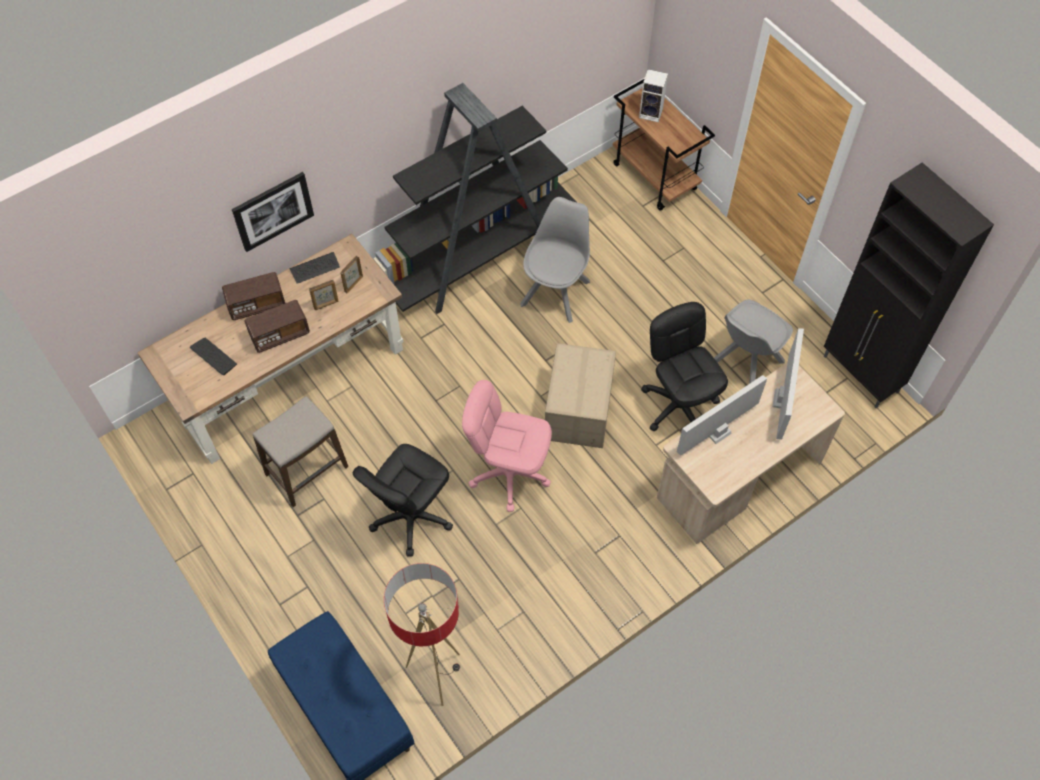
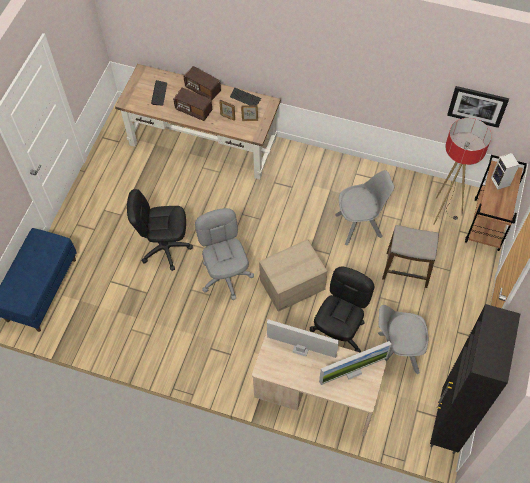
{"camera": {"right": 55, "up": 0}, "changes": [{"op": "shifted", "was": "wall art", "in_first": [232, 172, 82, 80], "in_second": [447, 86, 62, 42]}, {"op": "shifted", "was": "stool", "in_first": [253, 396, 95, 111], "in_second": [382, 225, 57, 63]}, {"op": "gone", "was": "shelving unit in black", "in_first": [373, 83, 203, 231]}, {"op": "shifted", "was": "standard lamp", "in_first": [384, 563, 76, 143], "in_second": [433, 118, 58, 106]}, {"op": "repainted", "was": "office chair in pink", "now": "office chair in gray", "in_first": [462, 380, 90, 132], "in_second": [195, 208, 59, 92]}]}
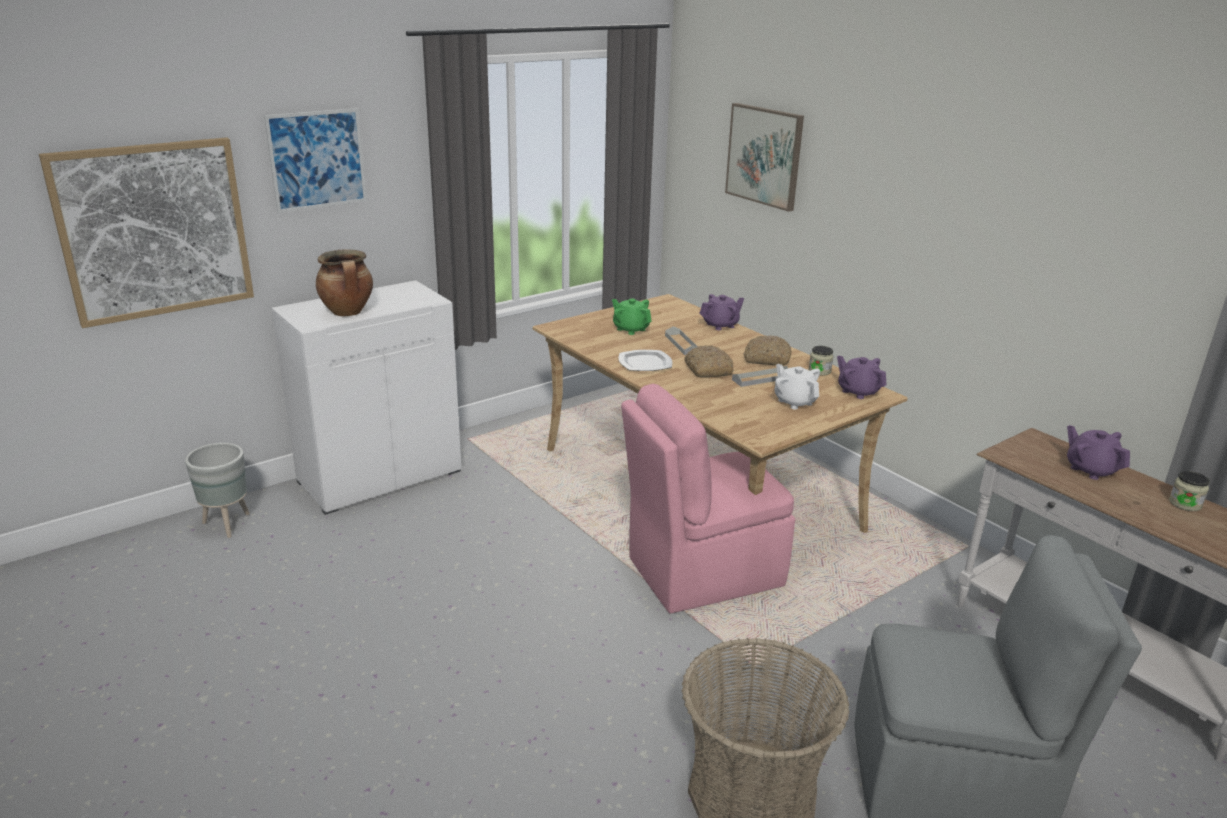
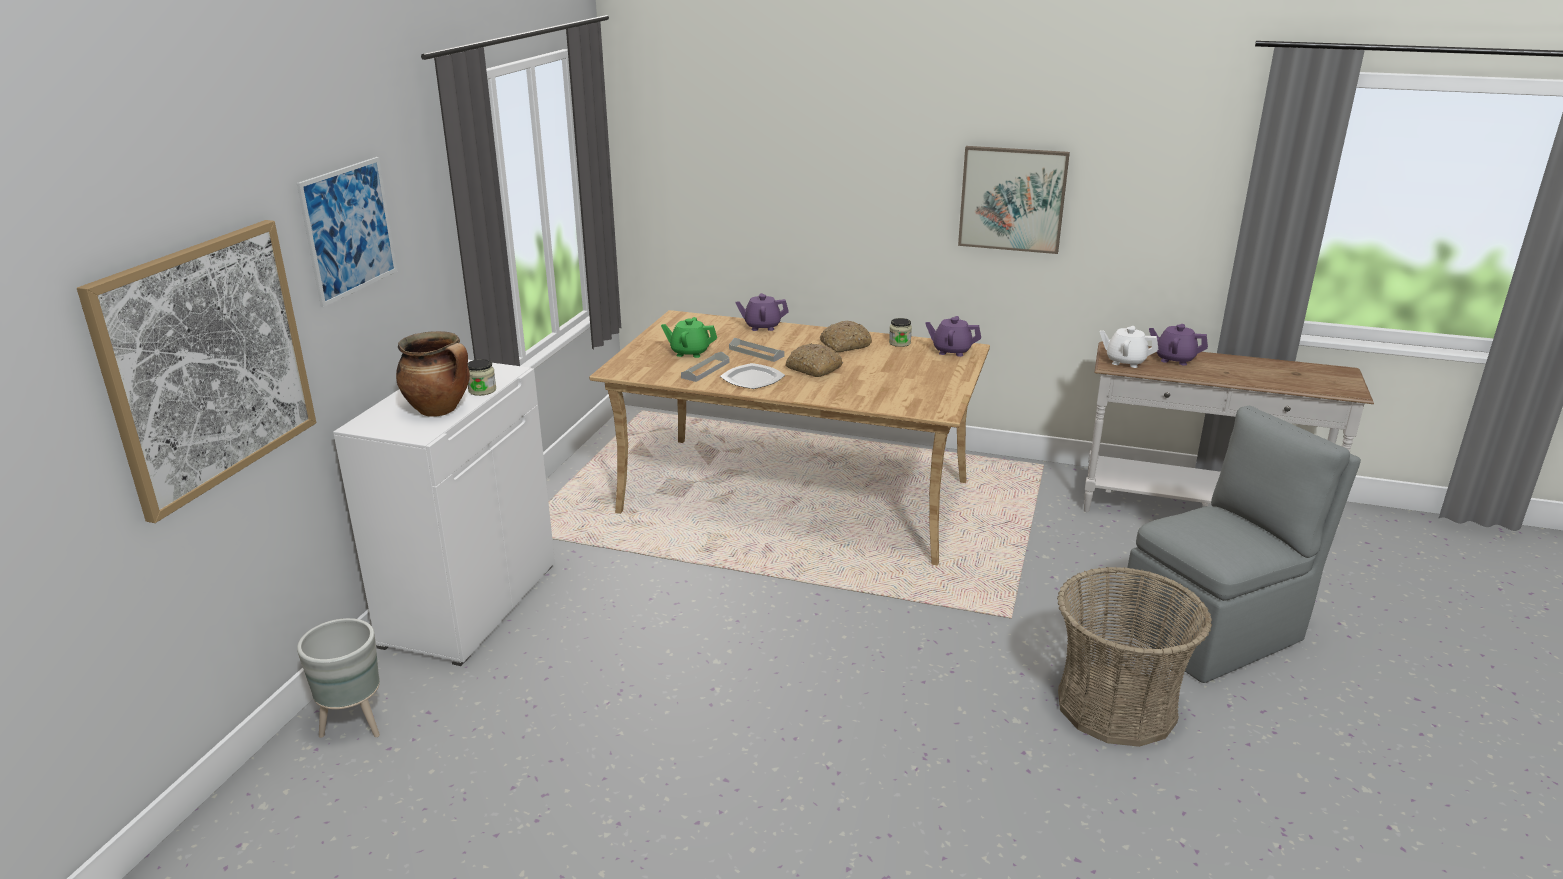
{"camera": {"right": -35, "up": 0}, "changes": [{"op": "gone", "was": "chair in pink", "in_first": [621, 384, 174, 230]}, {"op": "rotated", "was": "teapot in purple-coloured", "in_first": [699, 294, 45, 36], "in_second": [736, 293, 53, 38], "clockwise": -120}, {"op": "shifted", "was": "wall art", "in_first": [725, 103, 79, 109], "in_second": [958, 146, 112, 108]}, {"op": "shifted", "was": "carrying tray in gray", "in_first": [732, 366, 56, 21], "in_second": [681, 352, 48, 30]}, {"op": "shifted", "was": "teapot in white", "in_first": [774, 364, 46, 45], "in_second": [1100, 326, 58, 42]}, {"op": "shifted", "was": "preserve jar", "in_first": [1169, 471, 41, 40], "in_second": [468, 359, 28, 37]}]}
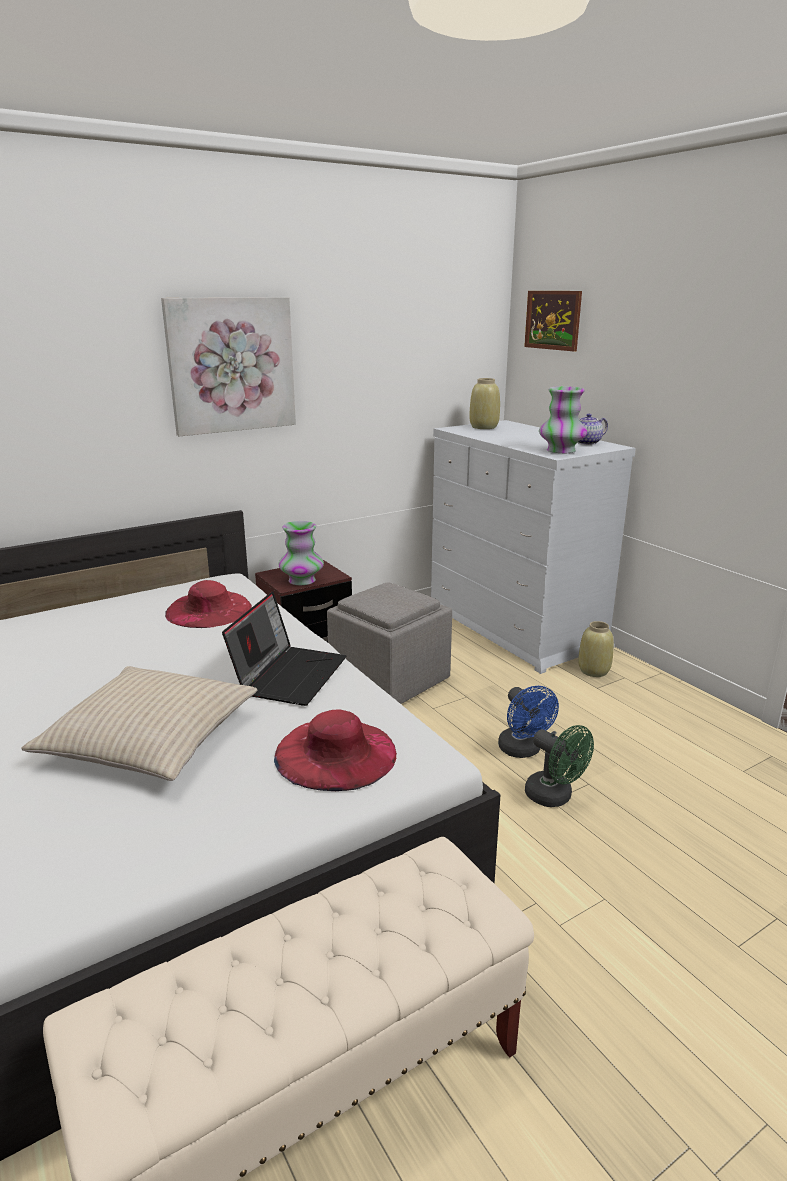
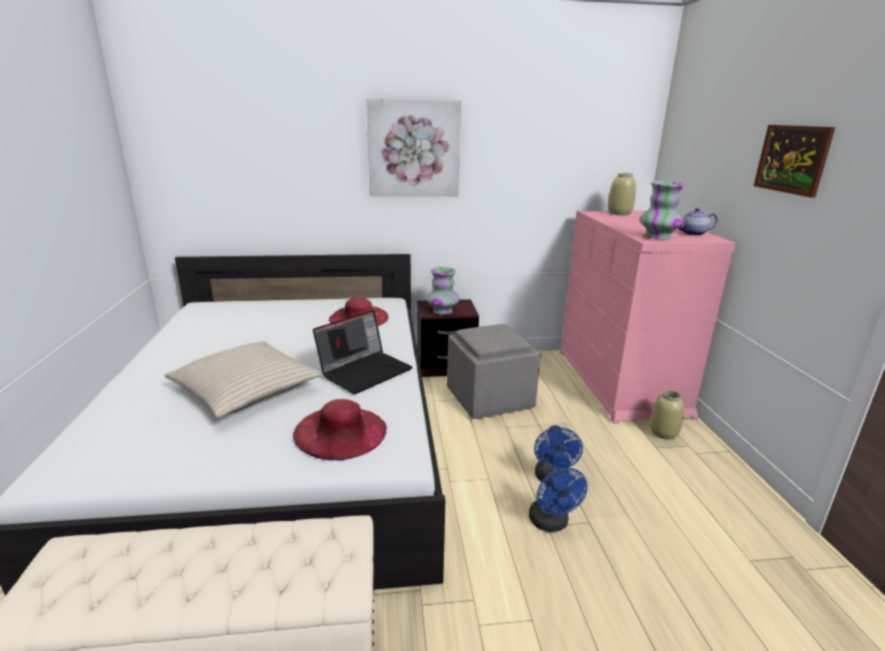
{"camera": {"right": 25, "up": 0}, "changes": [{"op": "repainted", "was": "drawer chest in white", "now": "drawer chest in pink", "in_first": [431, 420, 205, 254], "in_second": [559, 211, 177, 213]}, {"op": "shifted", "was": "wall art", "in_first": [524, 291, 58, 61], "in_second": [754, 125, 81, 73]}, {"op": "repainted", "was": "cooling fan in green", "now": "cooling fan in bluish", "in_first": [525, 725, 69, 82], "in_second": [529, 464, 58, 68]}]}
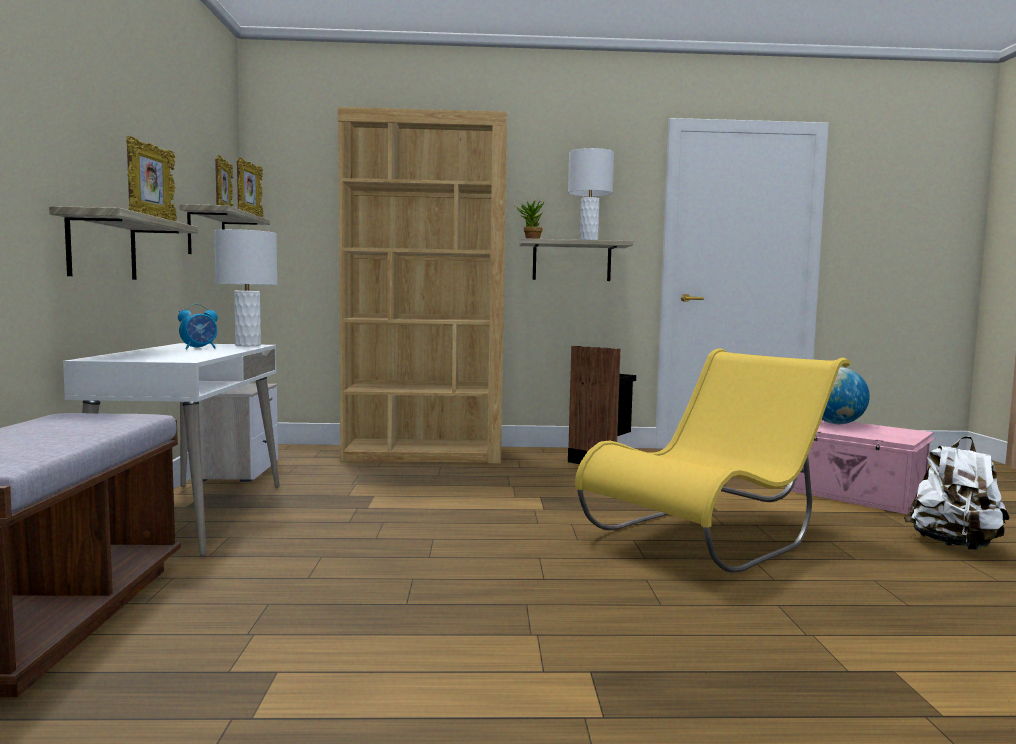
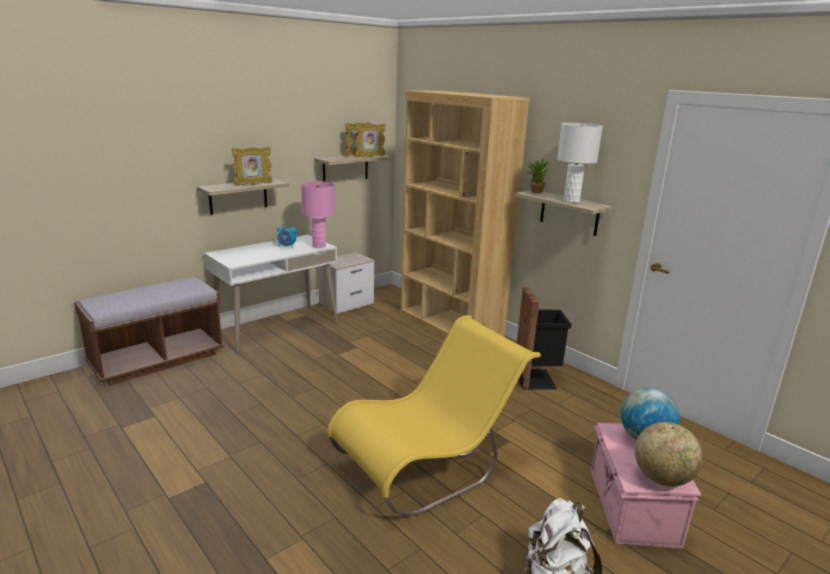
{"camera": {"right": 50, "up": 15}, "changes": [{"op": "repainted", "was": "tabletop lamp in white", "now": "tabletop lamp in pink", "in_first": [214, 229, 63, 117], "in_second": [301, 181, 34, 67]}, {"op": "rotated", "was": "chair in yellow", "in_first": [575, 348, 275, 225], "in_second": [327, 315, 214, 201], "clockwise": -45}, {"op": "new", "now": "desk globe", "in_second": [635, 422, 67, 65]}]}
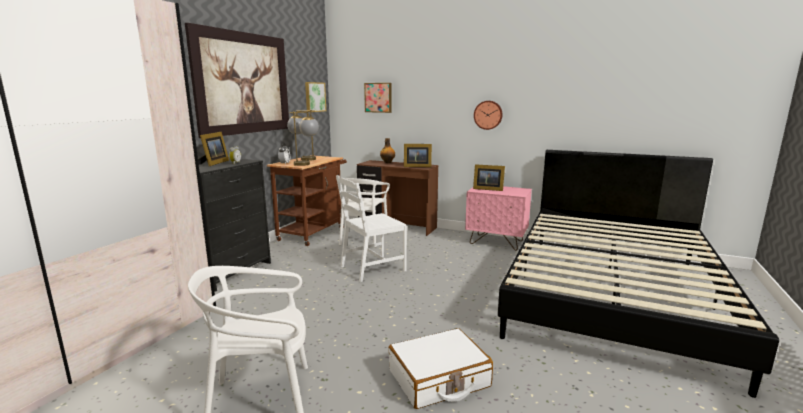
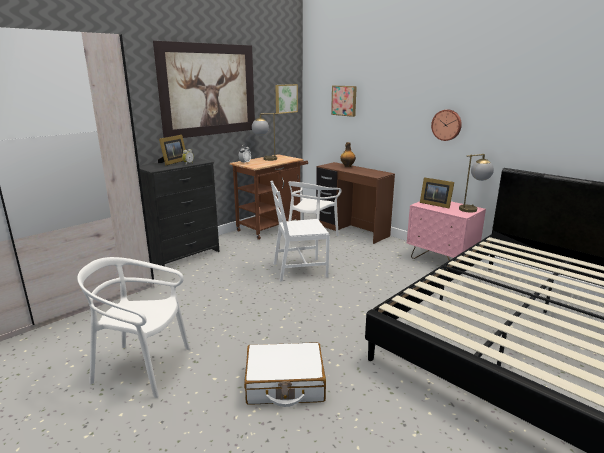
{"camera": {"right": 20, "up": 5}, "changes": [{"op": "shifted", "was": "tabletop lamp", "in_first": [289, 111, 30, 55], "in_second": [459, 154, 35, 59]}, {"op": "gone", "was": "photo frame", "in_first": [404, 144, 28, 23]}]}
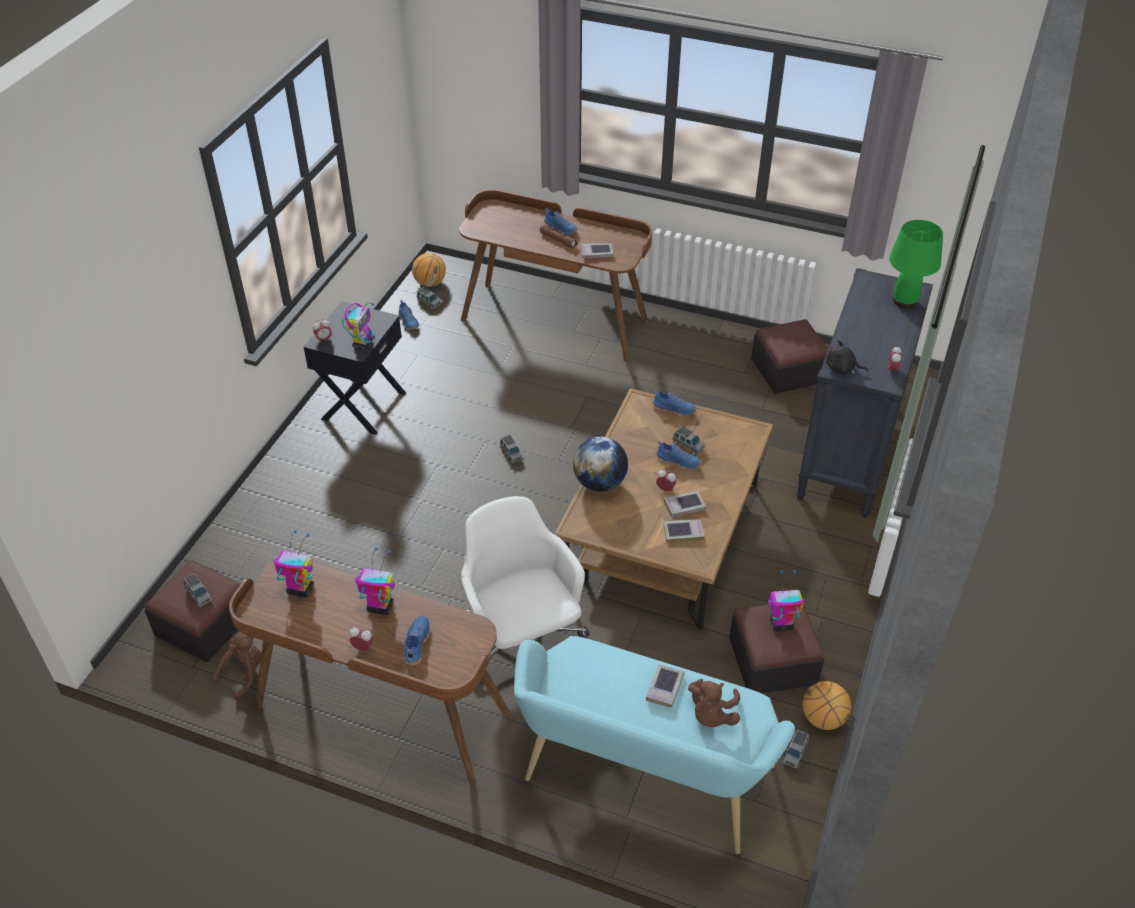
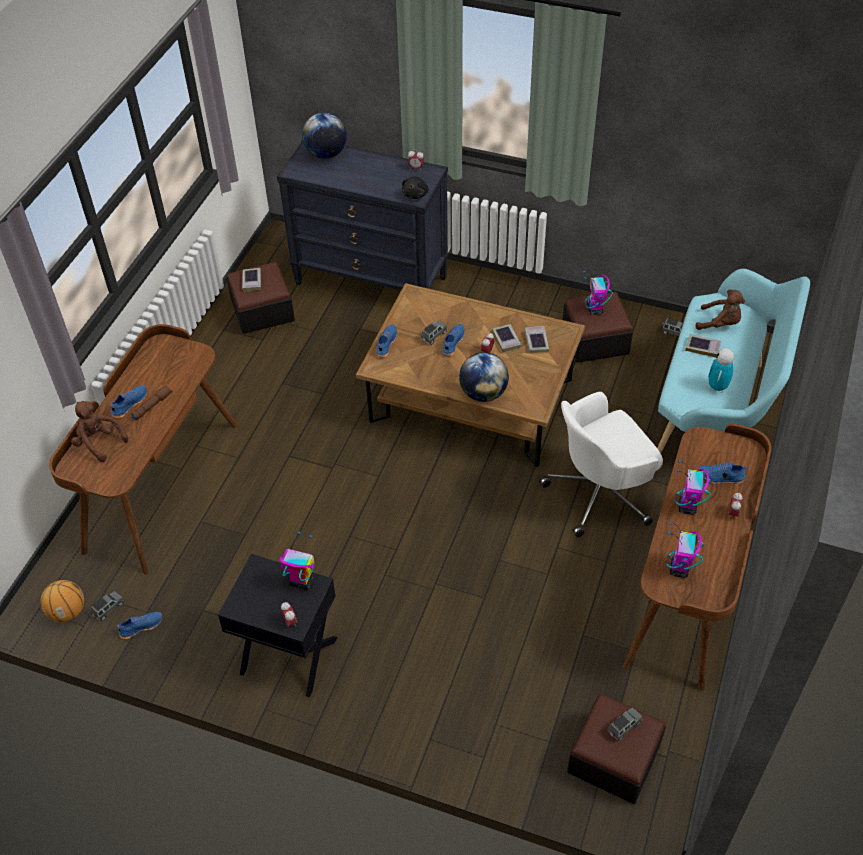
{"camera": {"right": -90, "up": 5}, "changes": [{"op": "shifted", "was": "cuddly toy in brownish", "in_first": [212, 632, 50, 68], "in_second": [71, 401, 57, 61]}, {"op": "gone", "was": "model car in gray", "in_first": [500, 435, 23, 29]}, {"op": "shifted", "was": "volume", "in_first": [581, 243, 32, 15], "in_second": [242, 268, 19, 24]}, {"op": "gone", "was": "basketball", "in_first": [802, 681, 49, 49]}, {"op": "swapped", "was": "tabletop lamp in green", "now": "desk globe", "in_first": [889, 220, 54, 88], "in_second": [302, 112, 45, 47]}, {"op": "new", "now": "model robot", "in_second": [708, 348, 26, 45]}]}
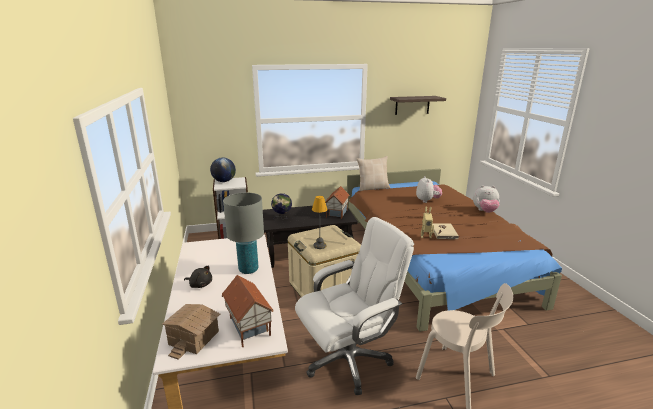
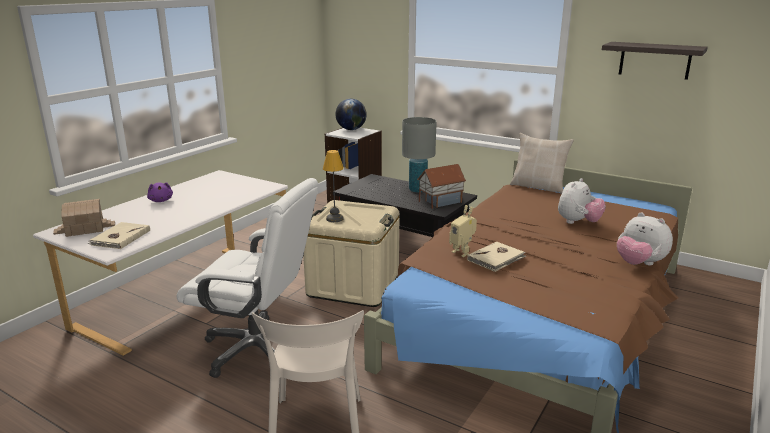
{"camera": {"right": 45, "up": 0}, "changes": [{"op": "repainted", "was": "cuddly toy in black", "now": "cuddly toy in purple-coloured", "in_first": [184, 266, 28, 22], "in_second": [147, 182, 26, 20]}, {"op": "swapped", "was": "model house", "now": "volume in sand-coloured", "in_first": [222, 275, 52, 72], "in_second": [88, 222, 62, 27]}, {"op": "shifted", "was": "tabletop lamp in gray", "in_first": [223, 192, 41, 82], "in_second": [402, 117, 35, 75]}, {"op": "gone", "was": "desk globe", "in_first": [271, 193, 21, 25]}]}
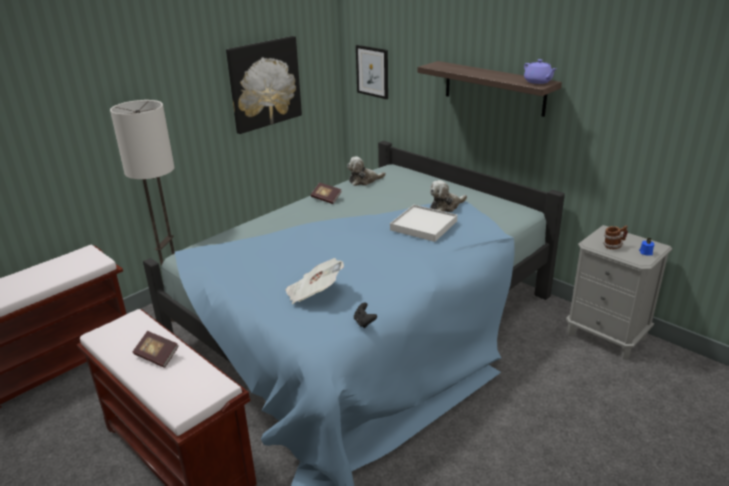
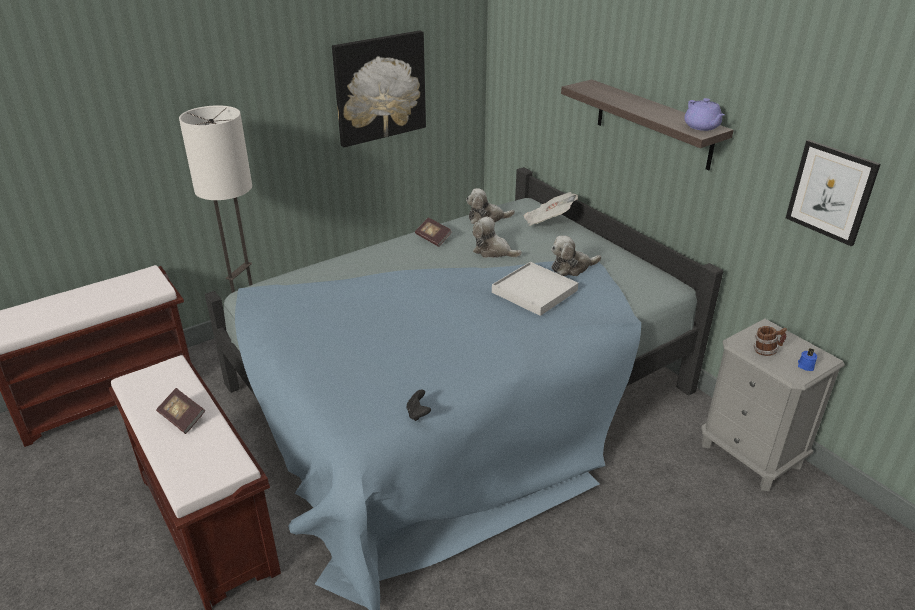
{"camera": {"right": 10, "up": 5}, "changes": [{"op": "shifted", "was": "printed paper", "in_first": [286, 258, 58, 46], "in_second": [524, 192, 54, 34]}, {"op": "shifted", "was": "wall art", "in_first": [356, 45, 32, 54], "in_second": [786, 140, 95, 106]}, {"op": "new", "now": "cuddly toy", "in_second": [473, 217, 49, 41]}]}
